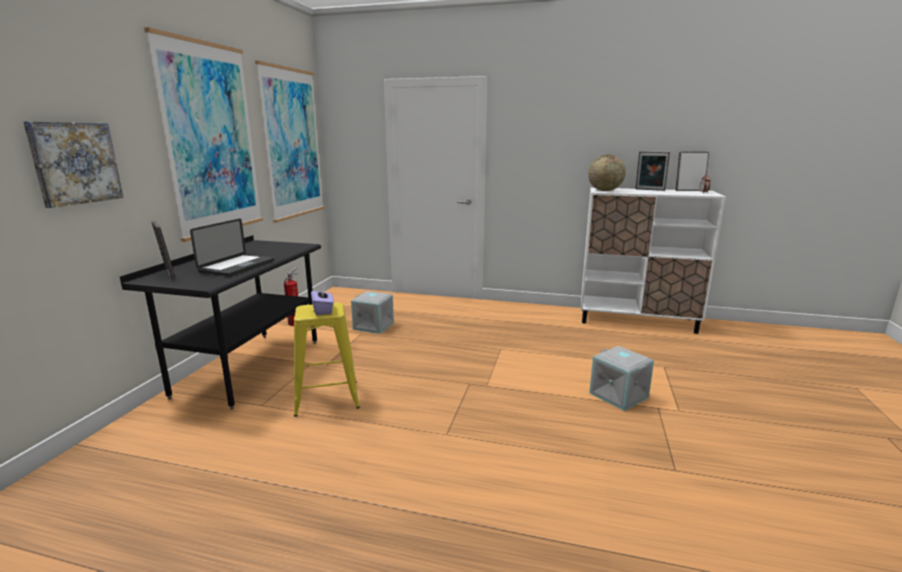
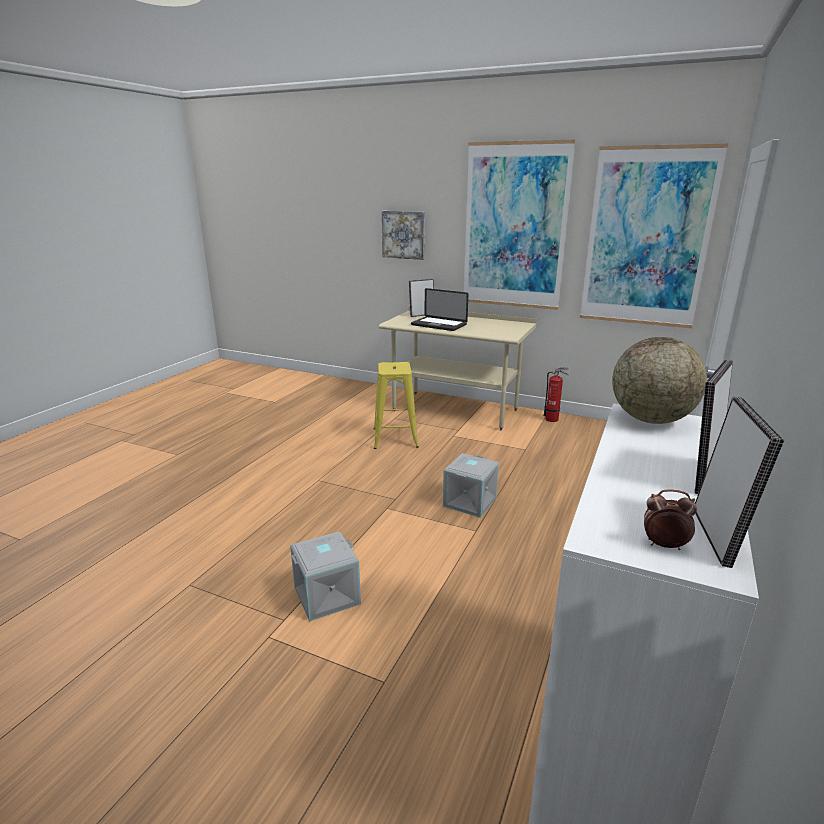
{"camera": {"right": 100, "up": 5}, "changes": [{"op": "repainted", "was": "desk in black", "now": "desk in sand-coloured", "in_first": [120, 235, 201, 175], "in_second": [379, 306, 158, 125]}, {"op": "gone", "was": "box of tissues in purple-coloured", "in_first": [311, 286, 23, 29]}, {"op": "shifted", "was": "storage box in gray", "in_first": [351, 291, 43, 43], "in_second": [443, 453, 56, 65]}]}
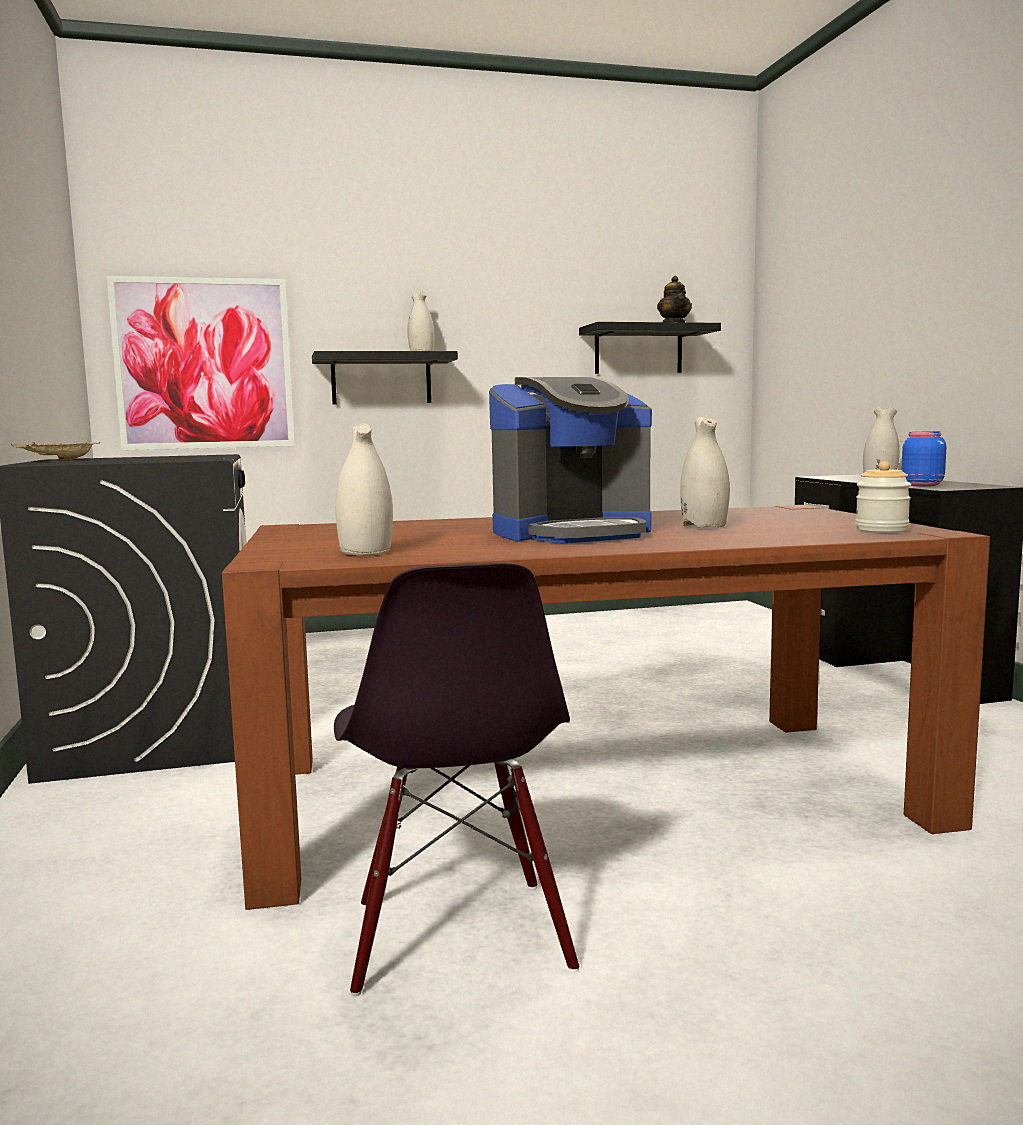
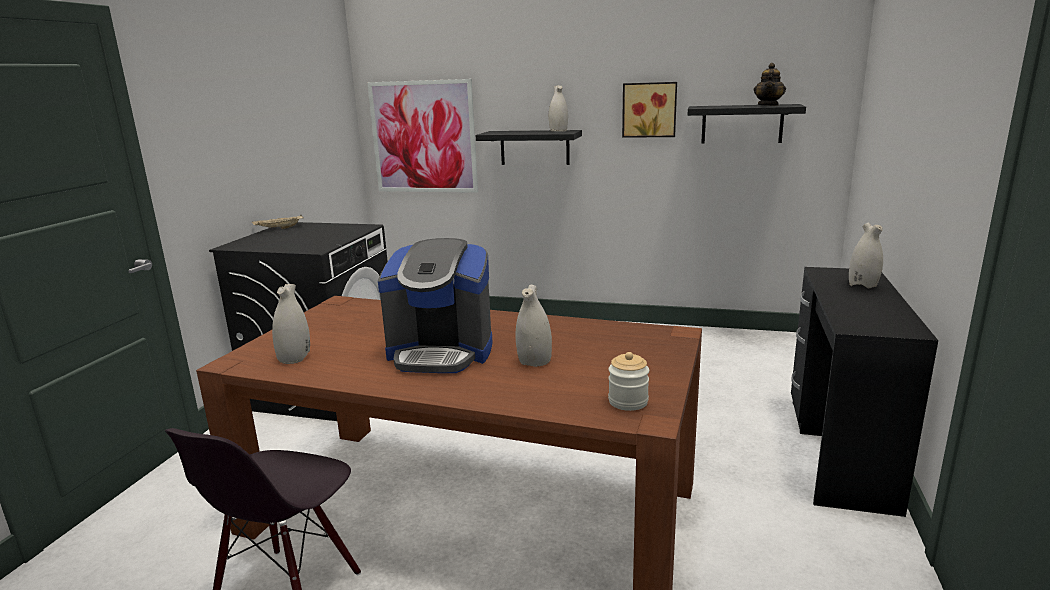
{"camera": {"right": 30, "up": 10}, "changes": [{"op": "gone", "was": "preserve jar in bluish", "in_first": [901, 431, 45, 56]}, {"op": "new", "now": "wall art", "in_second": [622, 82, 55, 56]}]}
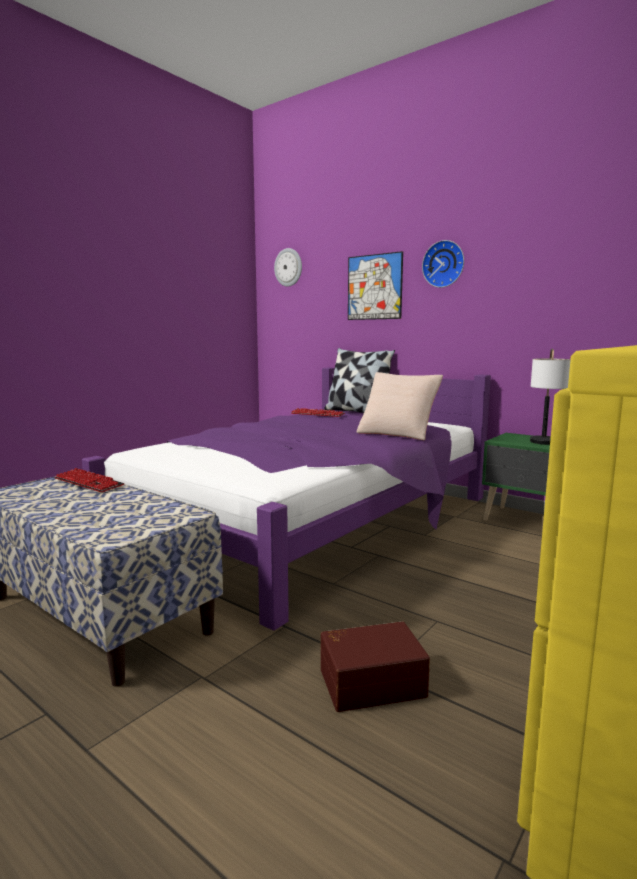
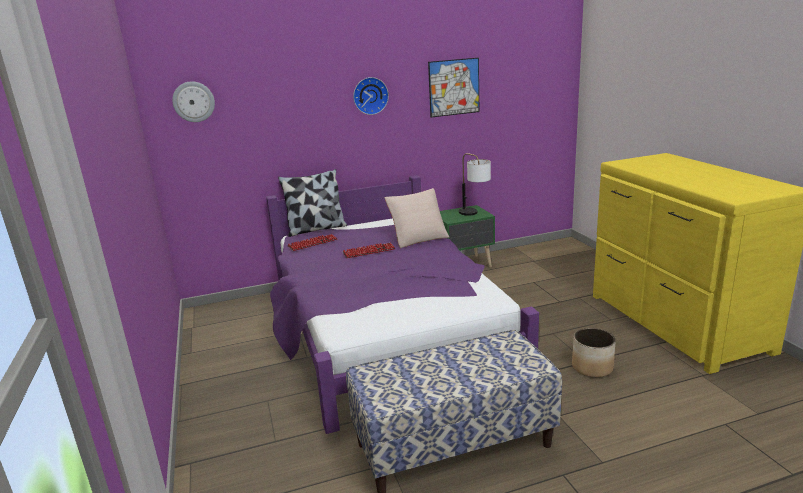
{"camera": {"right": -55, "up": 10}, "changes": [{"op": "shifted", "was": "computer keyboard", "in_first": [55, 468, 70, 24], "in_second": [343, 243, 53, 15]}, {"op": "swapped", "was": "storage box in brownish", "now": "plant pot", "in_first": [321, 621, 109, 91], "in_second": [572, 328, 44, 49]}, {"op": "shifted", "was": "wall art", "in_first": [348, 251, 55, 69], "in_second": [428, 58, 51, 59]}]}
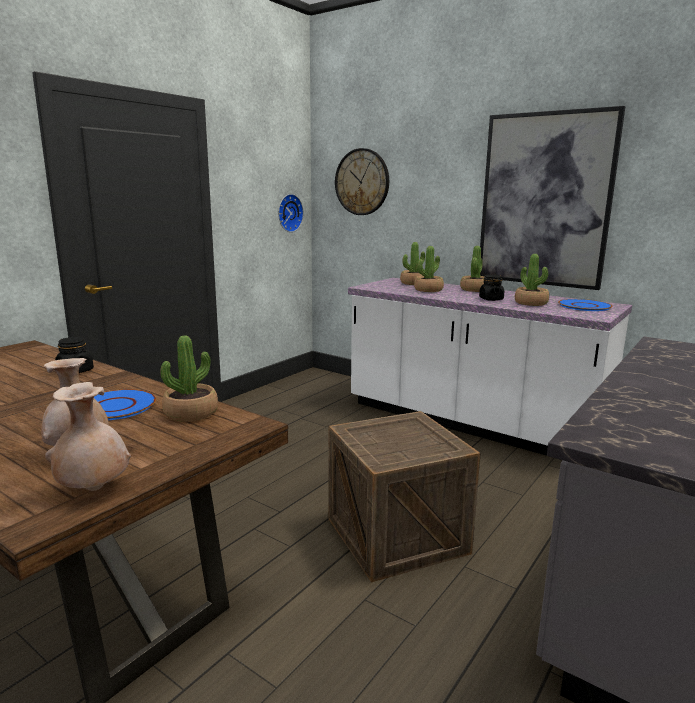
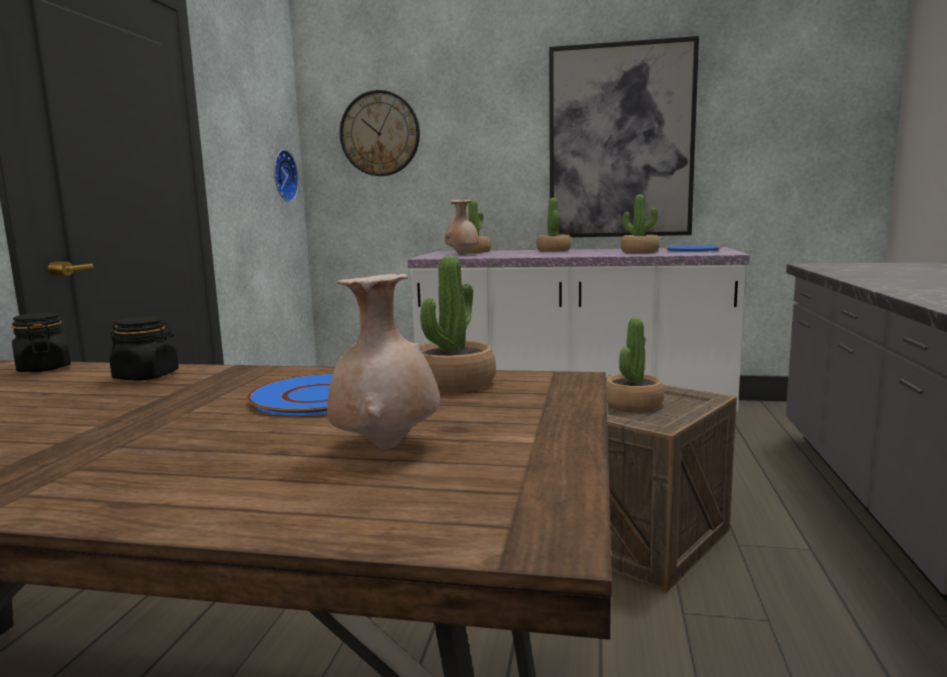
{"camera": {"right": -25, "up": -5}, "changes": [{"op": "shifted", "was": "flower vase in sand-coloured", "in_first": [45, 382, 86, 109], "in_second": [445, 200, 34, 55]}, {"op": "shifted", "was": "potted plant", "in_first": [414, 246, 30, 46], "in_second": [606, 318, 58, 93]}, {"op": "shifted", "was": "preserve jar in black", "in_first": [479, 275, 25, 26], "in_second": [12, 313, 59, 59]}]}
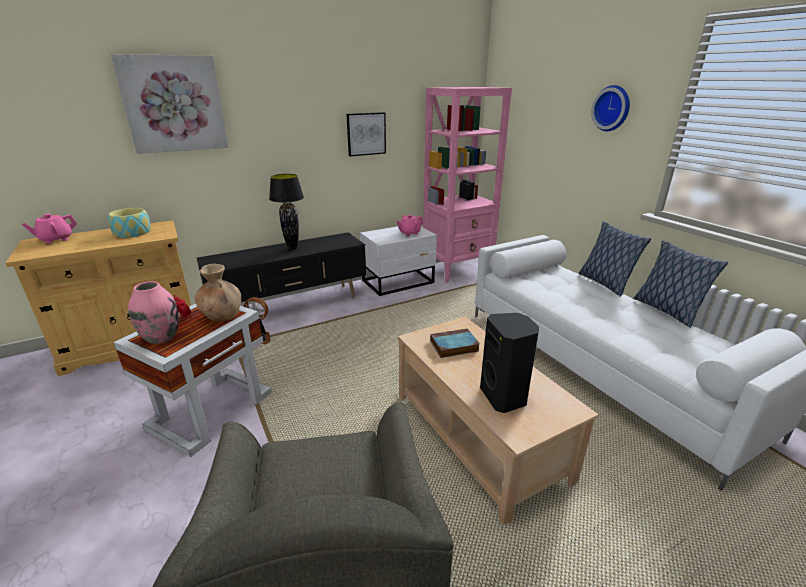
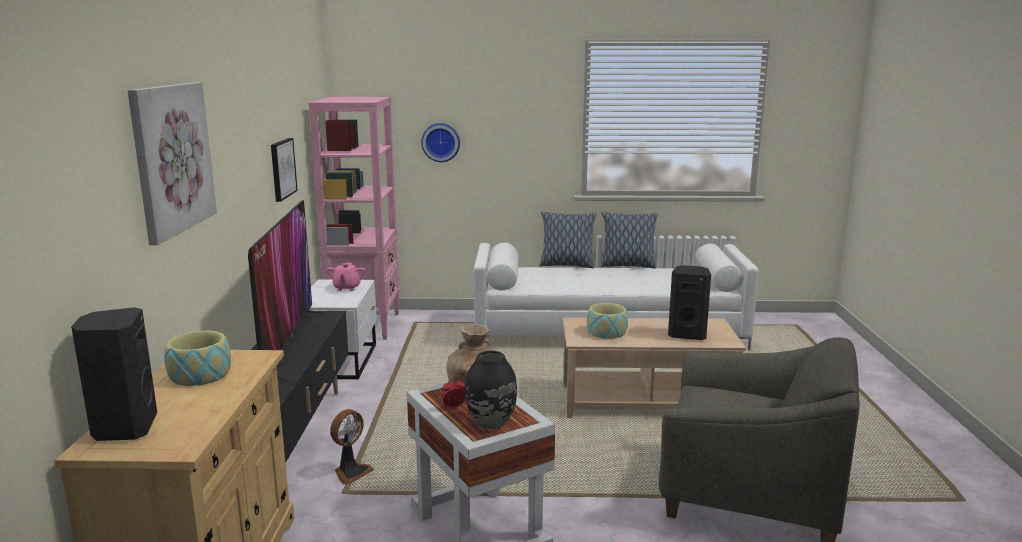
{"camera": {"right": -60, "up": -10}, "changes": [{"op": "swapped", "was": "teapot in pink", "now": "speaker in black", "in_first": [22, 214, 55, 30], "in_second": [71, 307, 86, 134]}, {"op": "repainted", "was": "flower vase in pink", "now": "flower vase in black", "in_first": [128, 281, 51, 63], "in_second": [465, 351, 52, 78]}, {"op": "swapped", "was": "tabletop lamp in black", "now": "TV", "in_first": [269, 174, 35, 76], "in_second": [248, 200, 78, 184]}, {"op": "swapped", "was": "volume", "now": "bowl", "in_first": [430, 329, 50, 29], "in_second": [587, 303, 41, 36]}, {"op": "shifted", "was": "clock on the wall", "in_first": [591, 85, 39, 46], "in_second": [421, 123, 39, 39]}]}
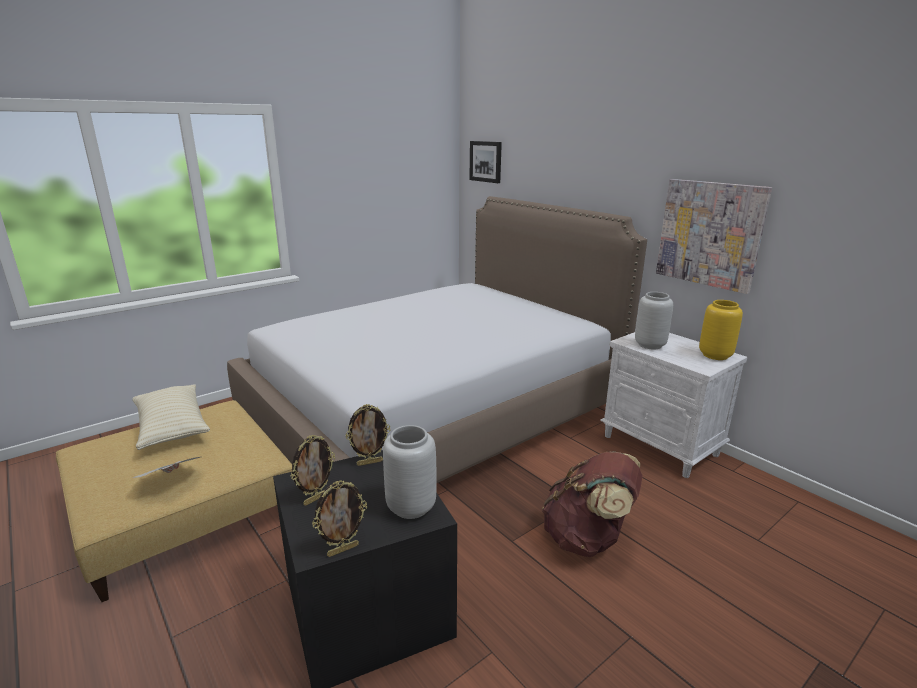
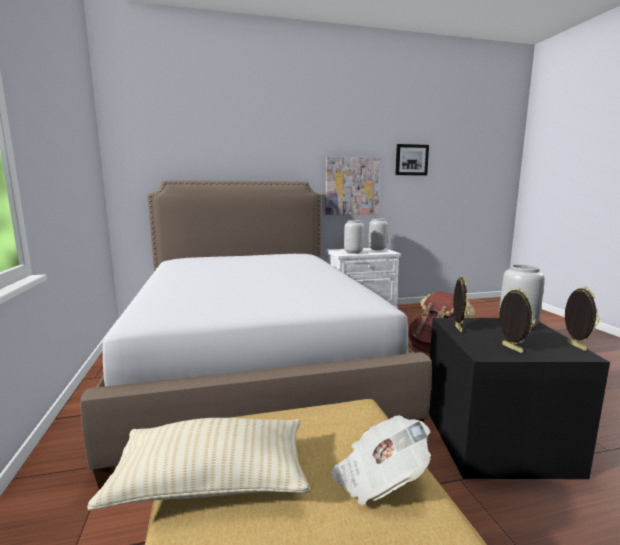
{"camera": {"right": -65, "up": -10}, "changes": [{"op": "shifted", "was": "wall art", "in_first": [469, 141, 33, 42], "in_second": [395, 144, 34, 32]}, {"op": "repainted", "was": "flower vase in yellow", "now": "flower vase in gray", "in_first": [699, 300, 44, 60], "in_second": [369, 218, 19, 32]}]}
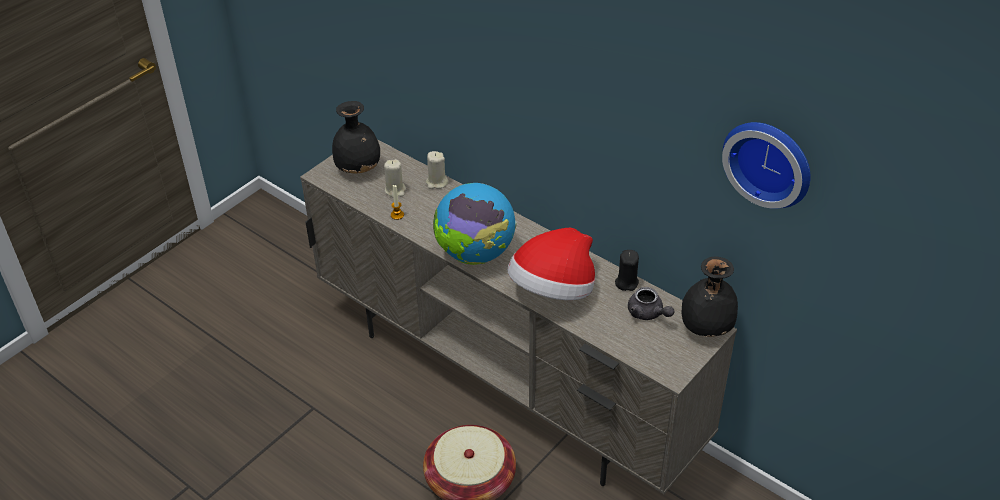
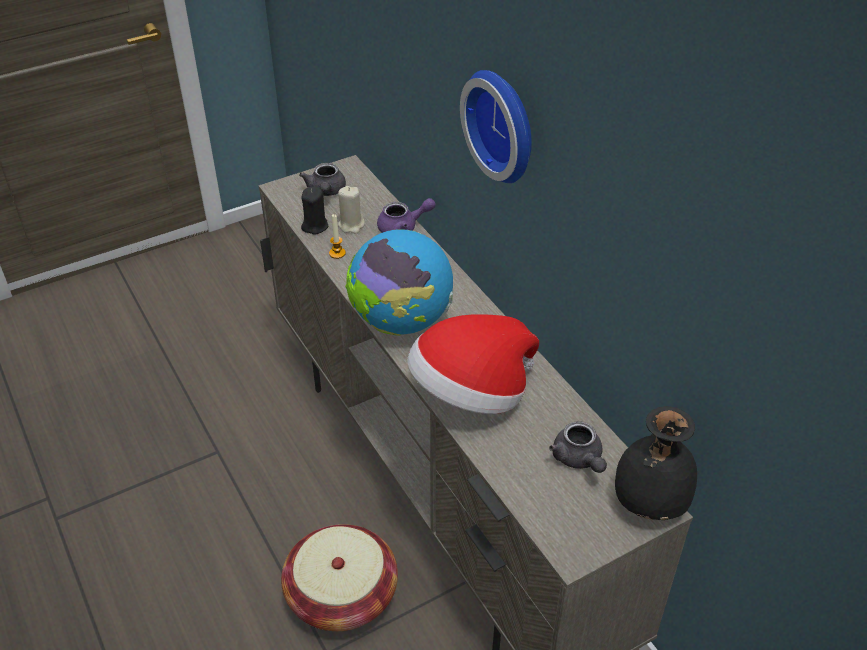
{"camera": {"right": 20, "up": 0}, "changes": [{"op": "swapped", "was": "flower vase in black", "now": "teapot in gray", "in_first": [332, 101, 48, 73], "in_second": [299, 163, 47, 33]}, {"op": "swapped", "was": "wax light in sand-coloured", "now": "teapot in purple-coloured", "in_first": [426, 151, 23, 38], "in_second": [377, 198, 59, 35]}, {"op": "shifted", "was": "wax light in black", "in_first": [615, 250, 24, 41], "in_second": [301, 186, 27, 49]}, {"op": "shifted", "was": "clock on the wall", "in_first": [722, 122, 89, 87], "in_second": [460, 70, 72, 113]}]}
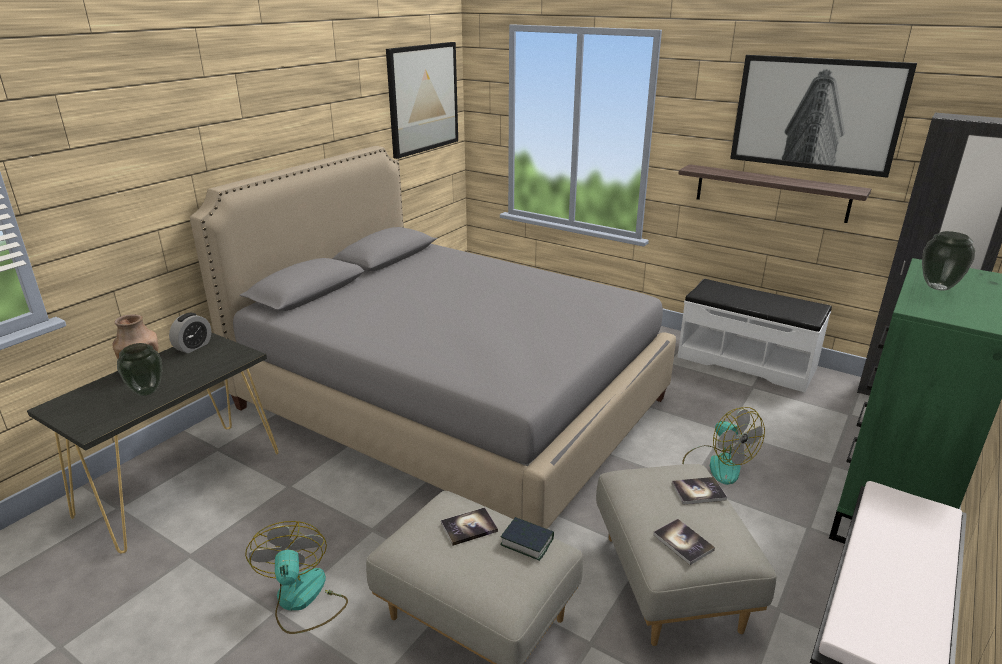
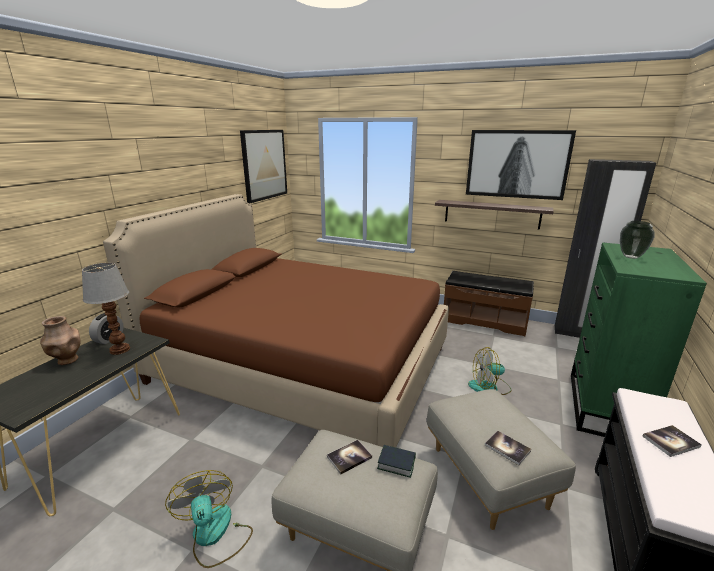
{"camera": {"right": -10, "up": -5}, "changes": [{"op": "gone", "was": "flower vase", "in_first": [117, 343, 45, 53]}, {"op": "repainted", "was": "bed in gray", "now": "bed in brownish", "in_first": [190, 146, 486, 383], "in_second": [103, 194, 346, 253]}, {"op": "shifted", "was": "volume", "in_first": [672, 477, 55, 28], "in_second": [642, 425, 60, 32]}, {"op": "repainted", "was": "indoor bench in white", "now": "indoor bench in brownish", "in_first": [677, 279, 155, 114], "in_second": [444, 271, 90, 65]}, {"op": "rotated", "was": "cooling fan", "in_first": [682, 407, 83, 78], "in_second": [468, 347, 44, 48], "clockwise": 120}, {"op": "new", "now": "tabletop lamp", "in_second": [82, 263, 48, 92]}]}
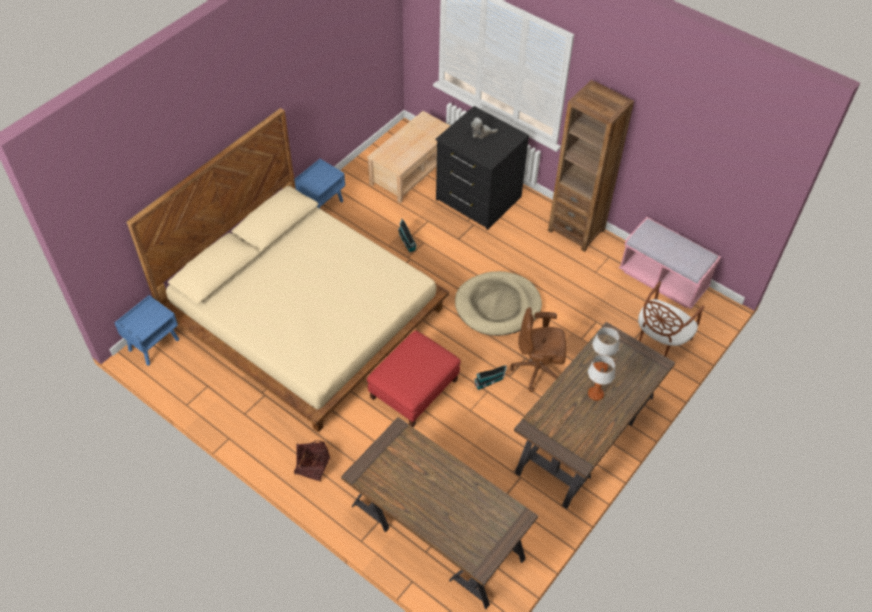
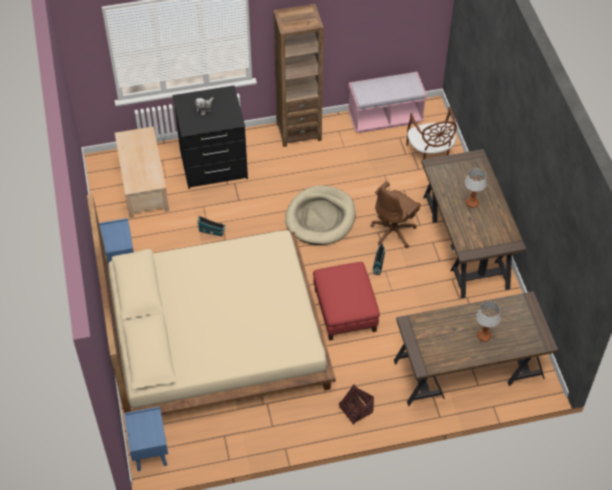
{"camera": {"right": -50, "up": 0}, "changes": [{"op": "shifted", "was": "tabletop lamp", "in_first": [592, 327, 27, 46], "in_second": [476, 301, 24, 41]}]}
